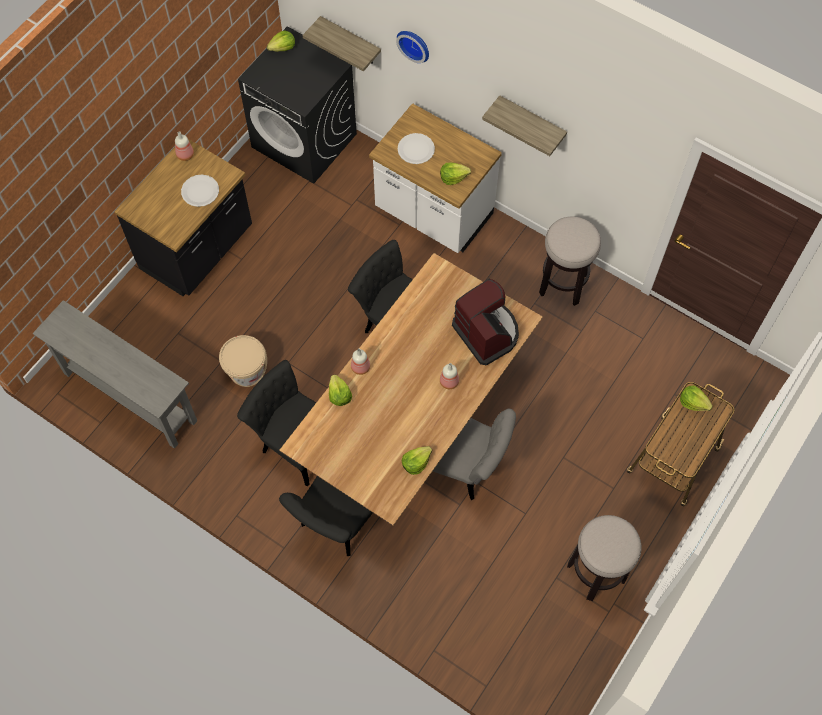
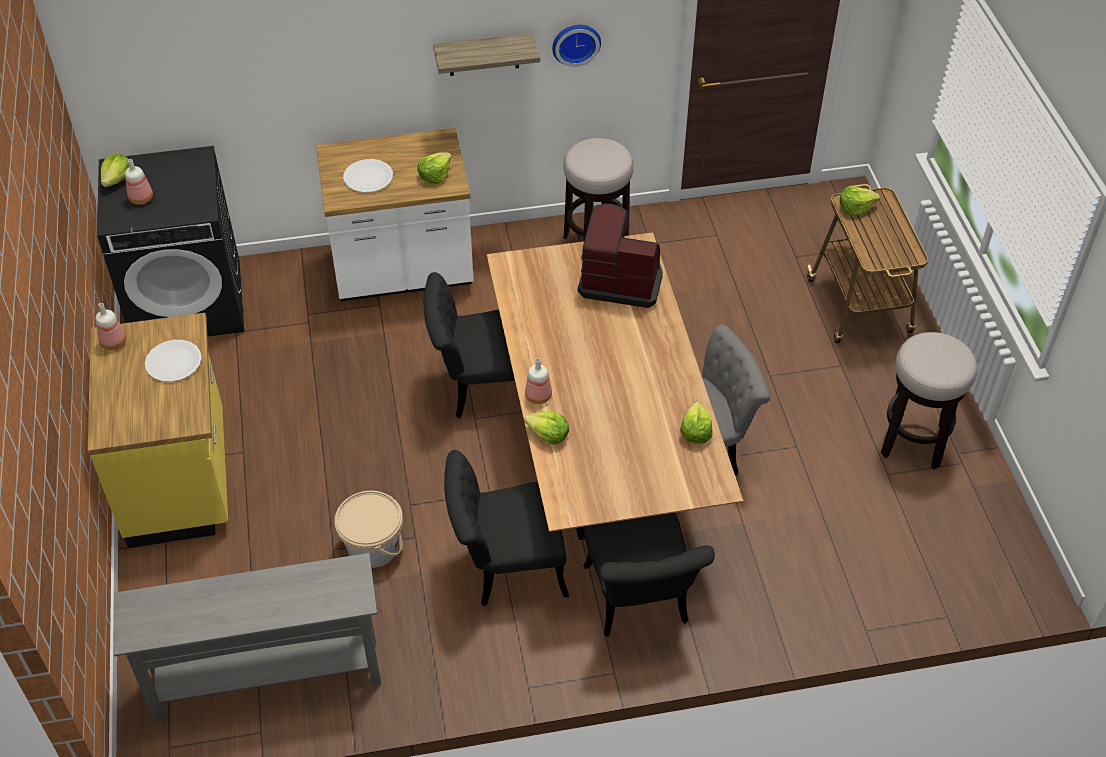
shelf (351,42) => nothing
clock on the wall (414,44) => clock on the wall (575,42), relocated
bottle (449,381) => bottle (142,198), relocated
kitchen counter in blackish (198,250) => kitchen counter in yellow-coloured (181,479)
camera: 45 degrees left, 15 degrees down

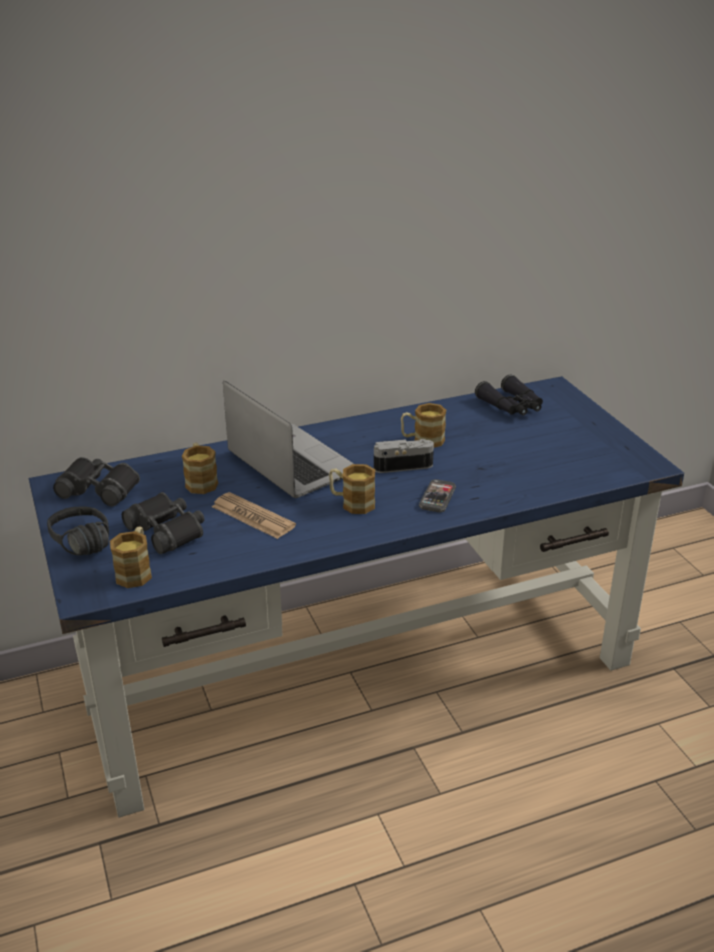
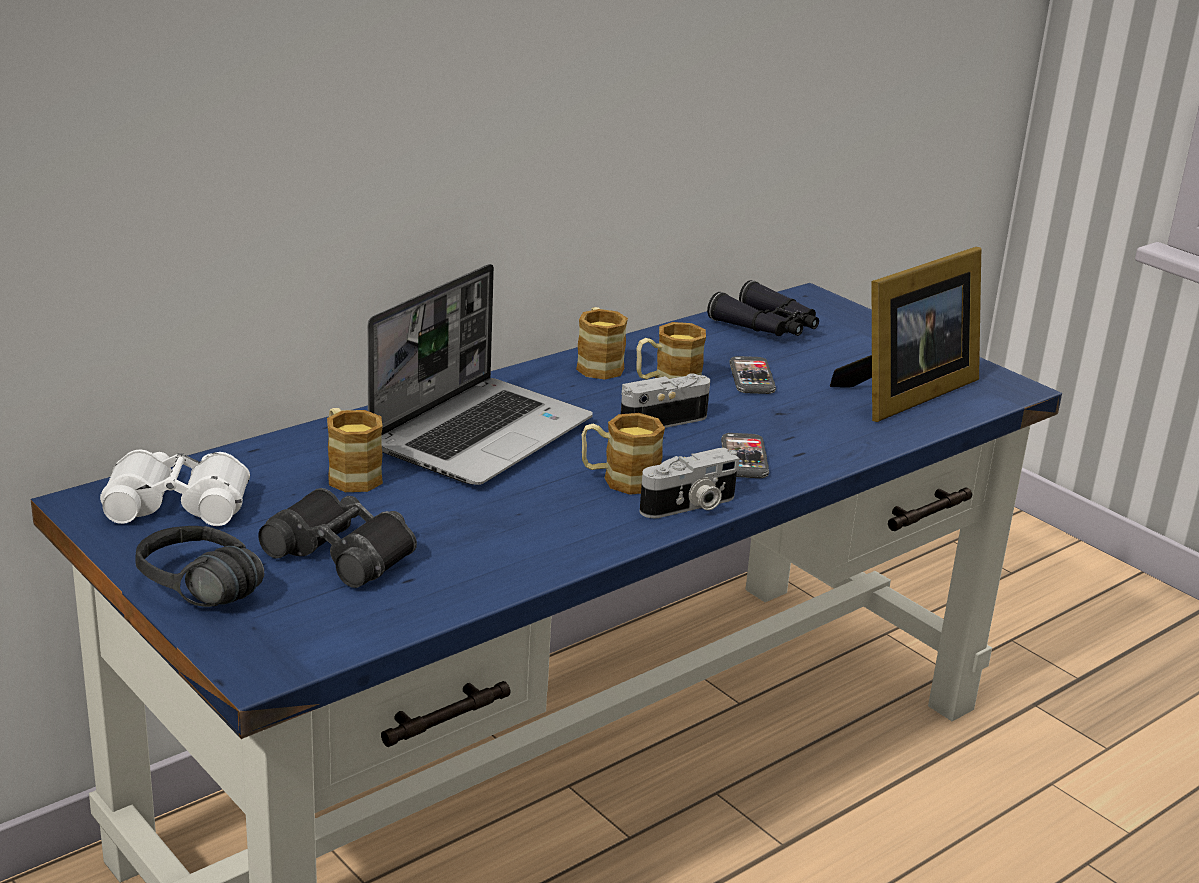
printed paper (253,516) => nothing
nothing => still camera (690,506)
nothing => telephone (752,378)
nothing => picture frame (906,394)
coffee mug (136,571) => coffee mug (598,364), relocated
binoculars in blackish (100,489) => binoculars in white (178,502)
portable computer (290,463) => portable computer (481,434), 90 degrees clockwise
camera: 20 degrees left, 5 degrees down

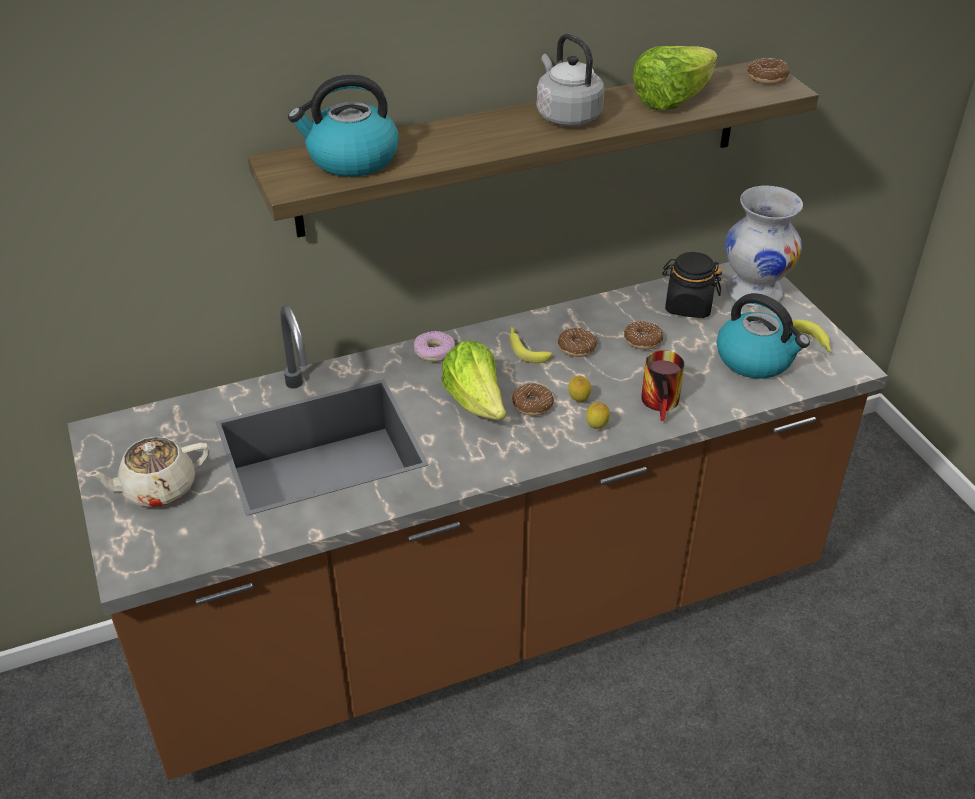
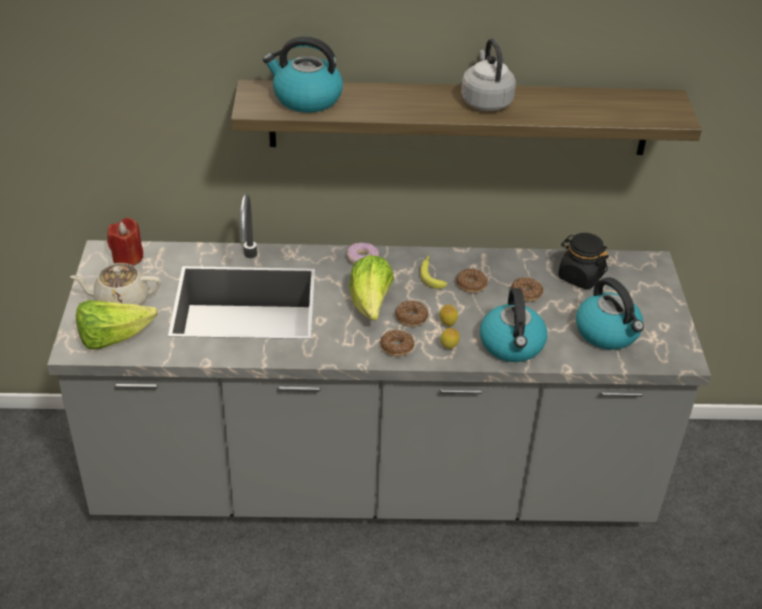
vase in white (754,292) => nothing
whole banana (810,341) => nothing
nothing => wax light in reddish (127,258)
head of lettuce (672,100) => head of lettuce (113,338), relocated
ring doughnut (767,78) => ring doughnut (397,347), relocated
coffee mug (664,403) => water kettle (512,345)
kitchen counter in brown-coloured (487,616) => kitchen counter in grey (373,480)
camera: 20 degrees right, 0 degrees up

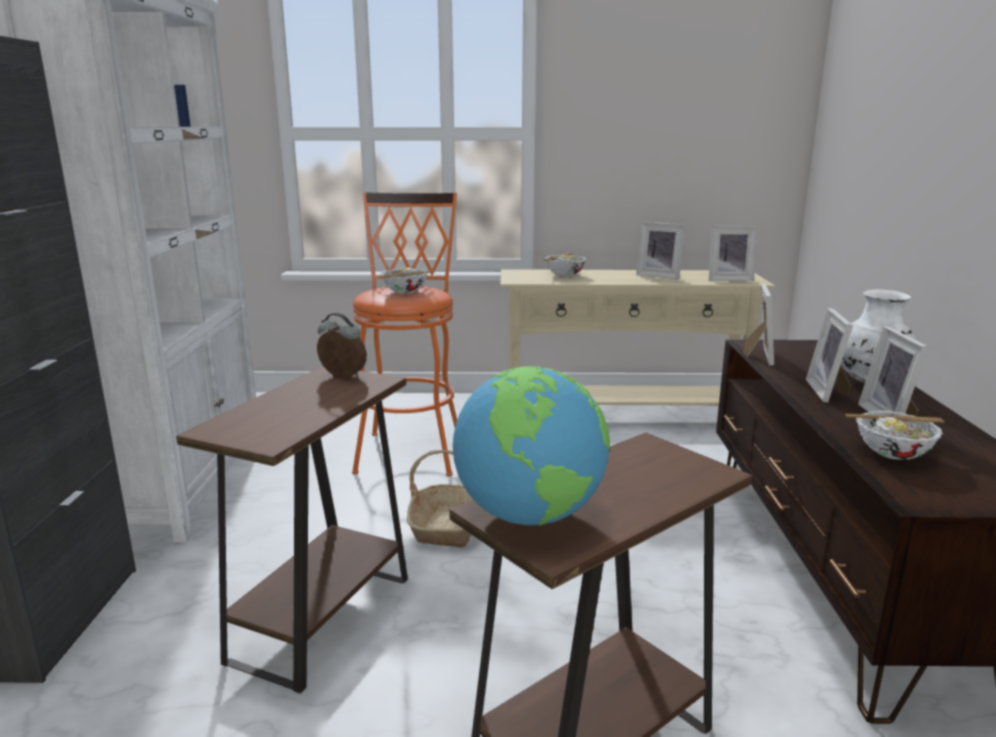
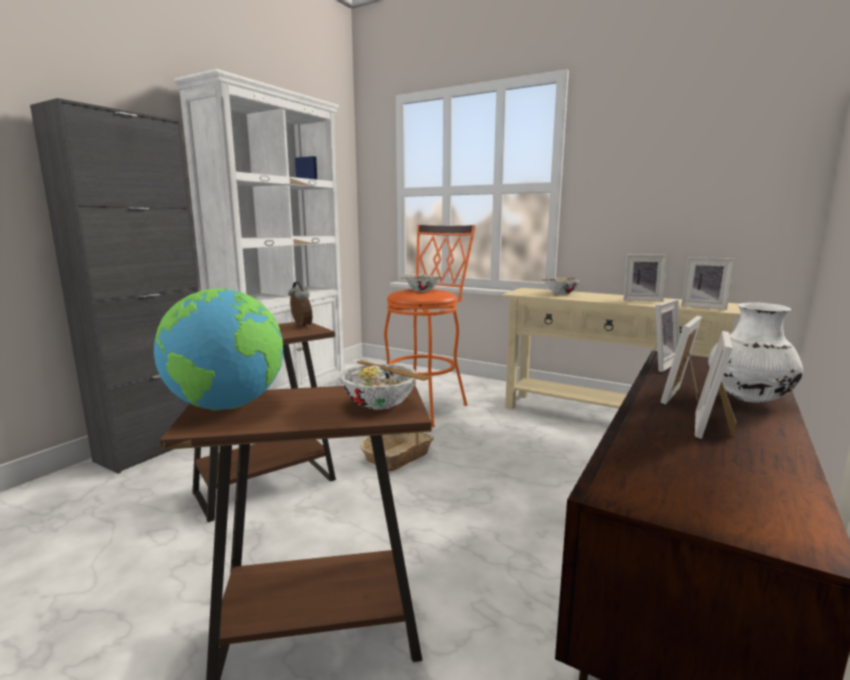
serving bowl (893,453) => serving bowl (380,404), relocated
picture frame (659,275) => picture frame (641,299), 45 degrees counterclockwise
camera: 30 degrees right, 5 degrees down

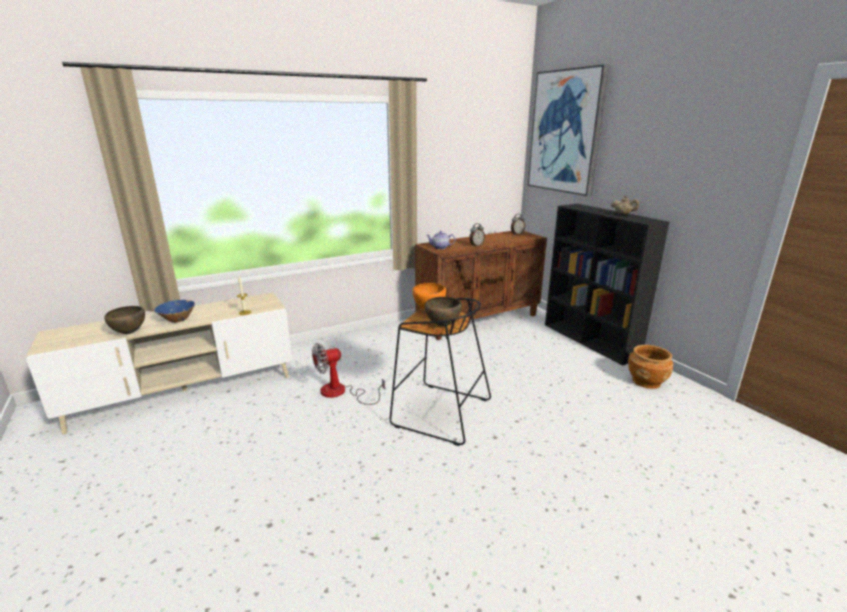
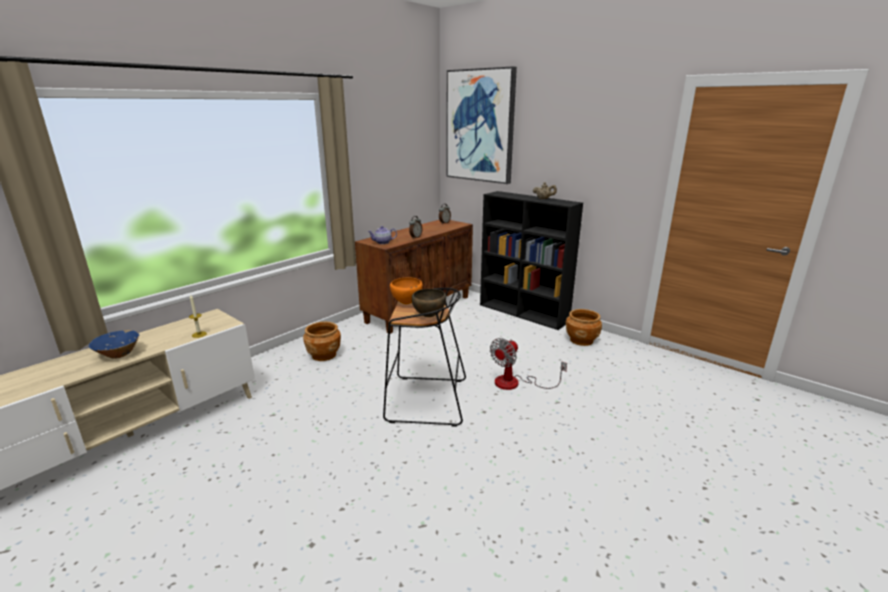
serving bowl in brown-coloured (129,333) => nothing
nothing => planter in brown-coloured (324,355)
electric fan (341,393) => electric fan (516,383), relocated
camera: 20 degrees left, 0 degrees up

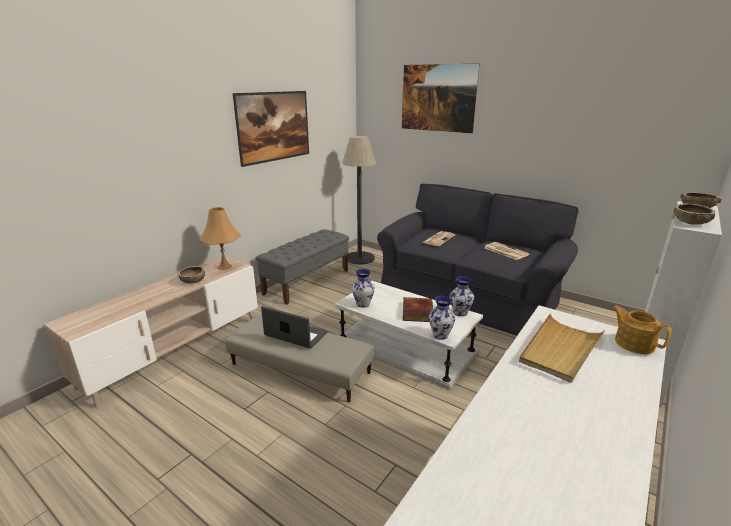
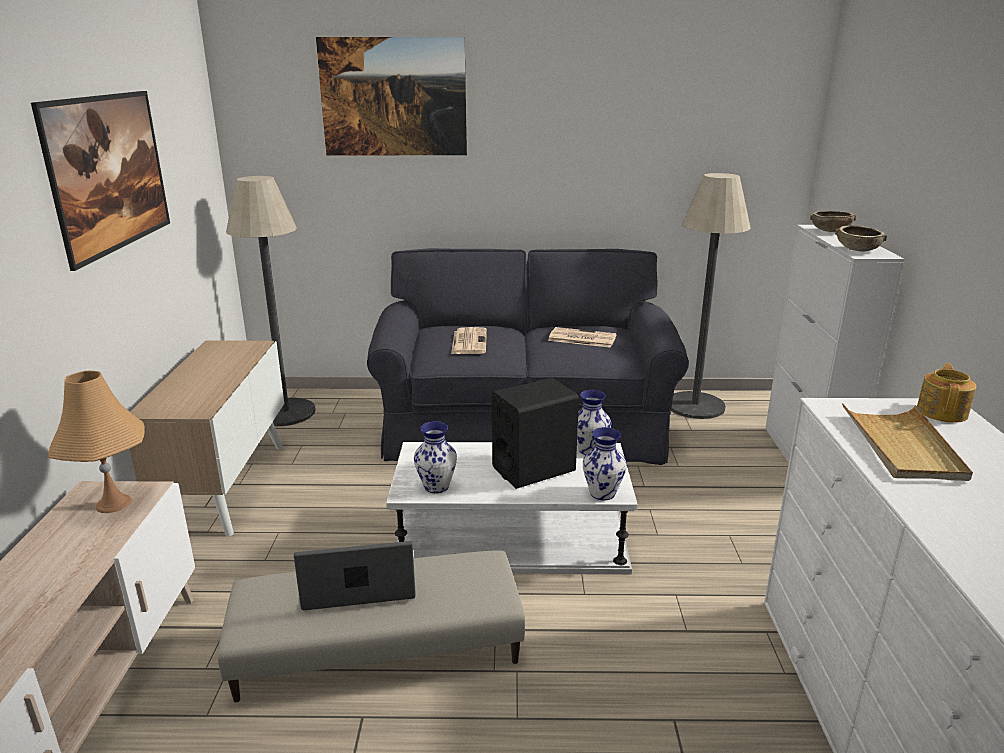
serving bowl in brown-coloured (193,281) => nothing
nothing => floor lamp (695,405)
bench in grey (307,282) => cabinet (226,486)
book (418,312) => loudspeaker in blackish (534,469)
tea pot (633,343) => tea pot (942,412), 90 degrees clockwise
camera: 35 degrees left, 0 degrees up

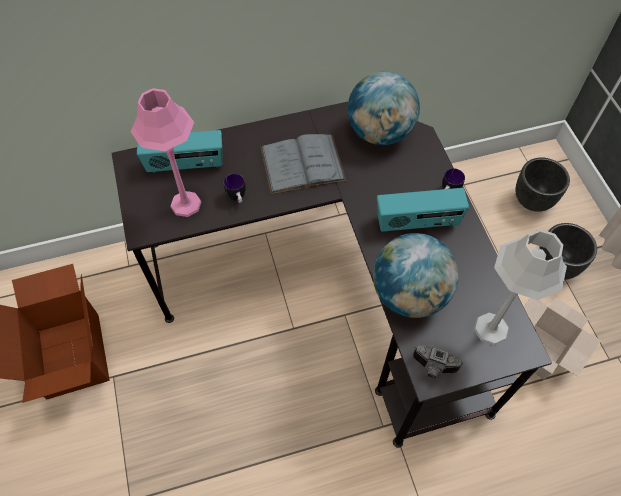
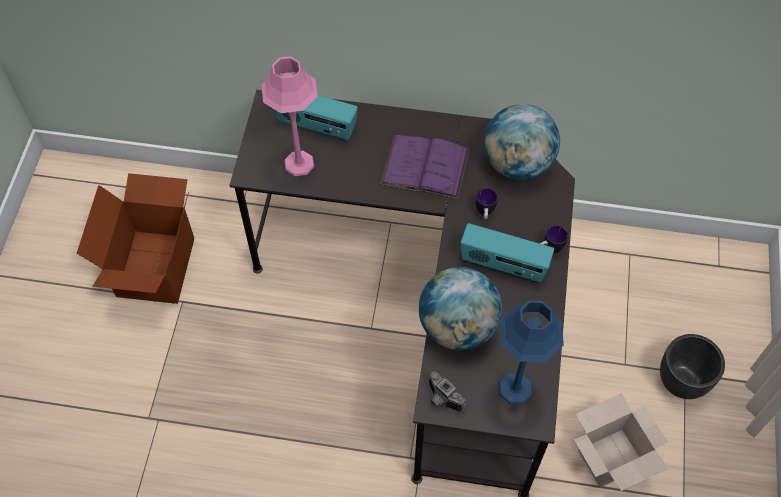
planter in blackish (532,201) => nothing
coffee mug (237,199) => coffee mug (484,214), relocated
book in grey (302,164) => book in purplish (425,166)
lamp for a table in grey (491,328) => lamp for a table in blue (515,388)
camera: 25 degrees right, 0 degrees up

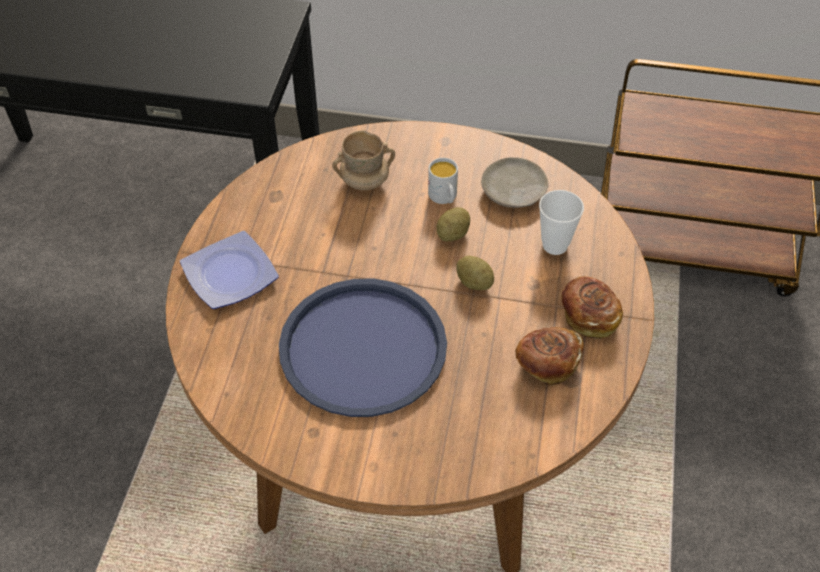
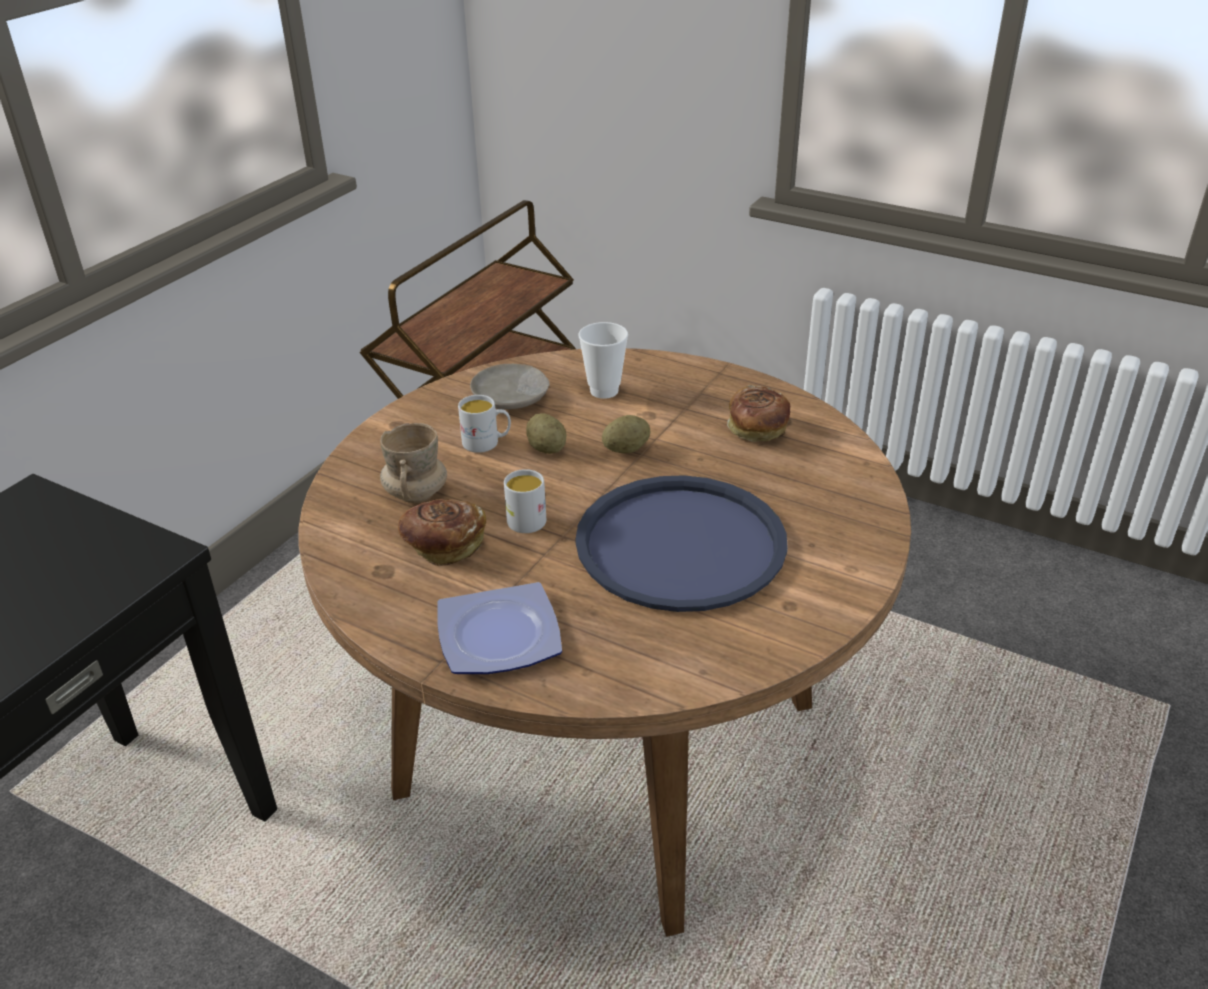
nothing => coffee mug in white (524,517)
baked bread (588,316) => baked bread (443,546), relocated
camera: 70 degrees left, 15 degrees down

